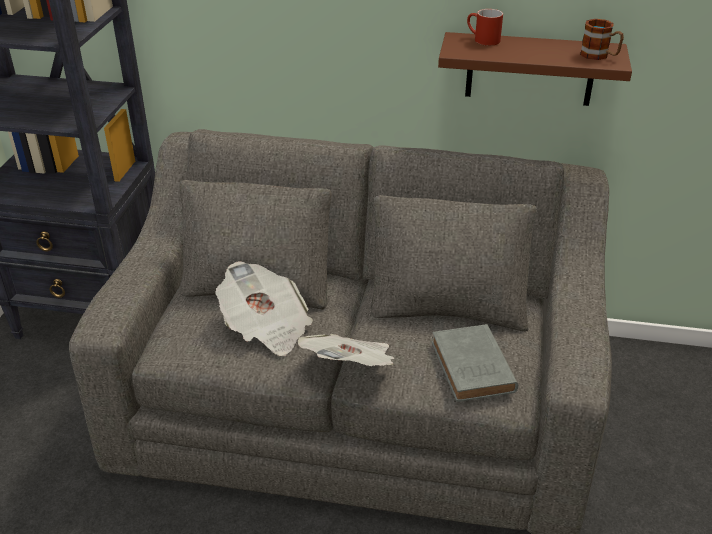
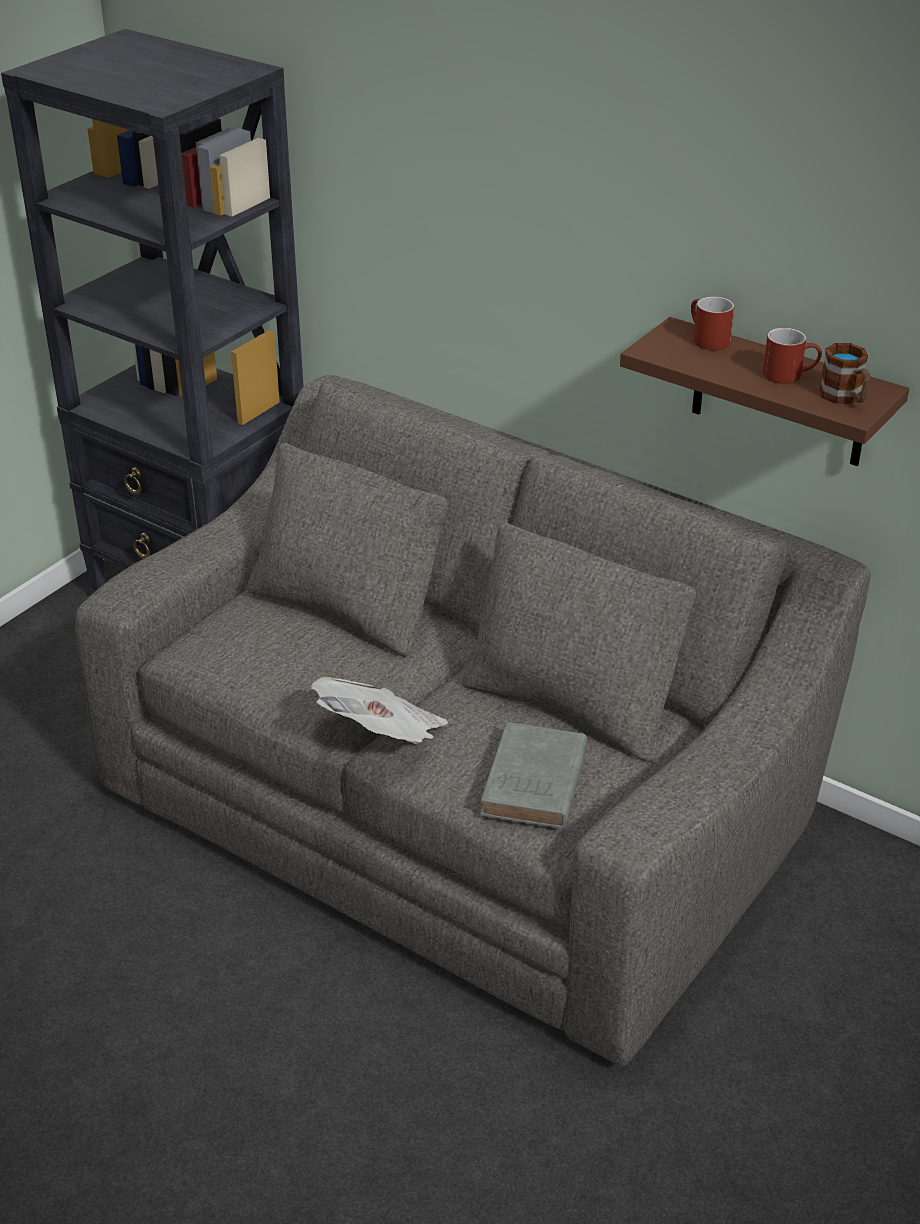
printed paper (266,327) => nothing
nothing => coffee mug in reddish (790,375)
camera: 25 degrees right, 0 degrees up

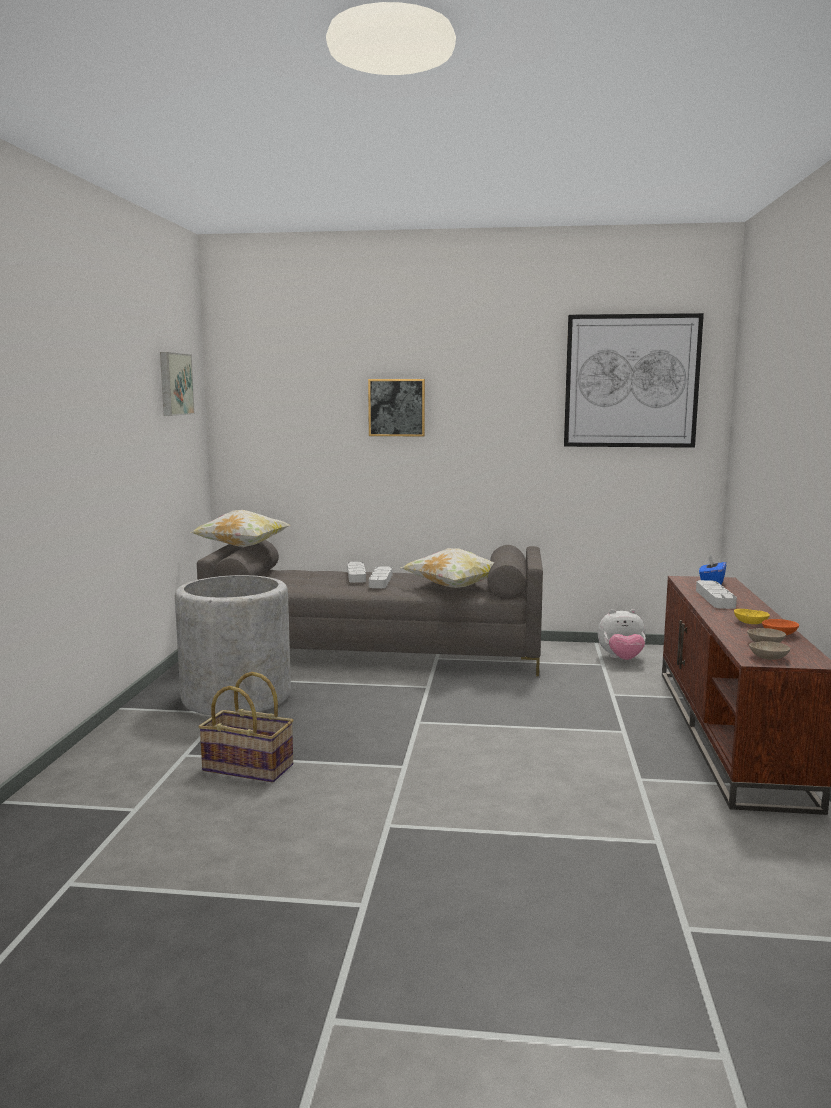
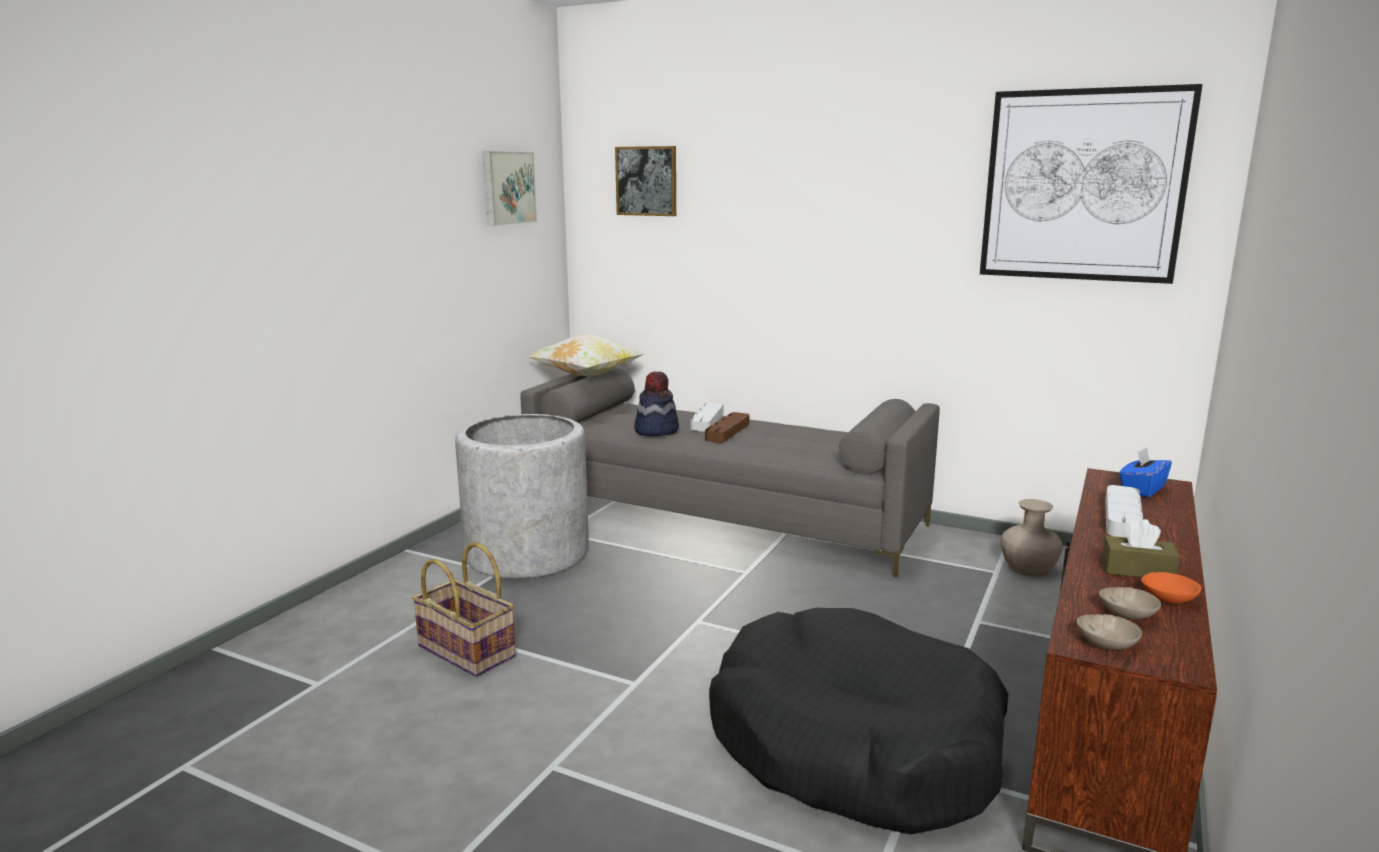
throw pillow (454,587) => nothing
nothing => wearable hat (656,430)
nothing => dog bed in blackish (853,744)
wall art (396,407) => wall art (646,181), relocated
cuddly toy (621,659) => vase in beige (1028,567)
serving bowl in yellow-coloured (750,623) => box of tissues in brown-coloured (1137,570)
carrying tray in grey (380,581) => carrying tray in brown-coloured (727,431)
camera: 20 degrees right, 5 degrees up

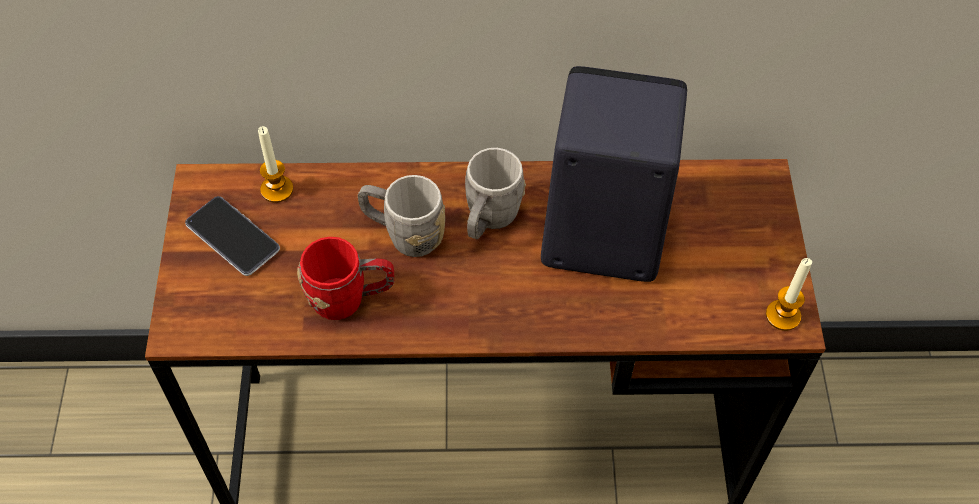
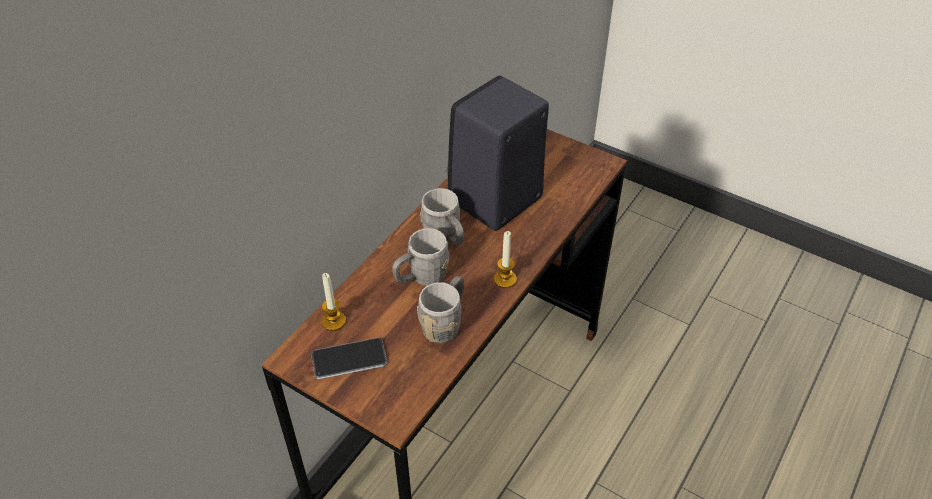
wax light (783,315) => wax light (505,279), relocated
coffee mug in reddish (350,298) => coffee mug in grey (445,323)
camera: 55 degrees left, 10 degrees down

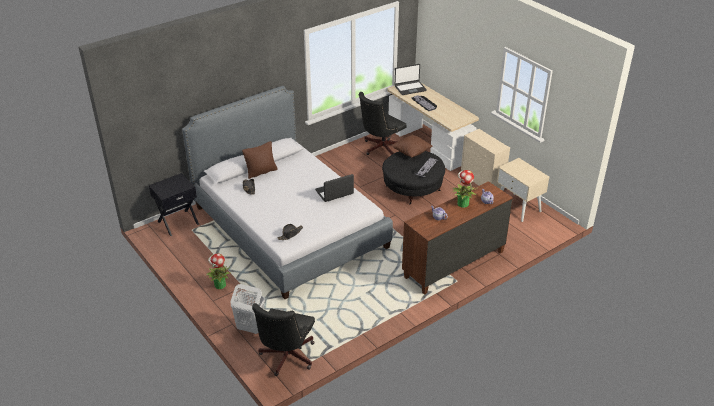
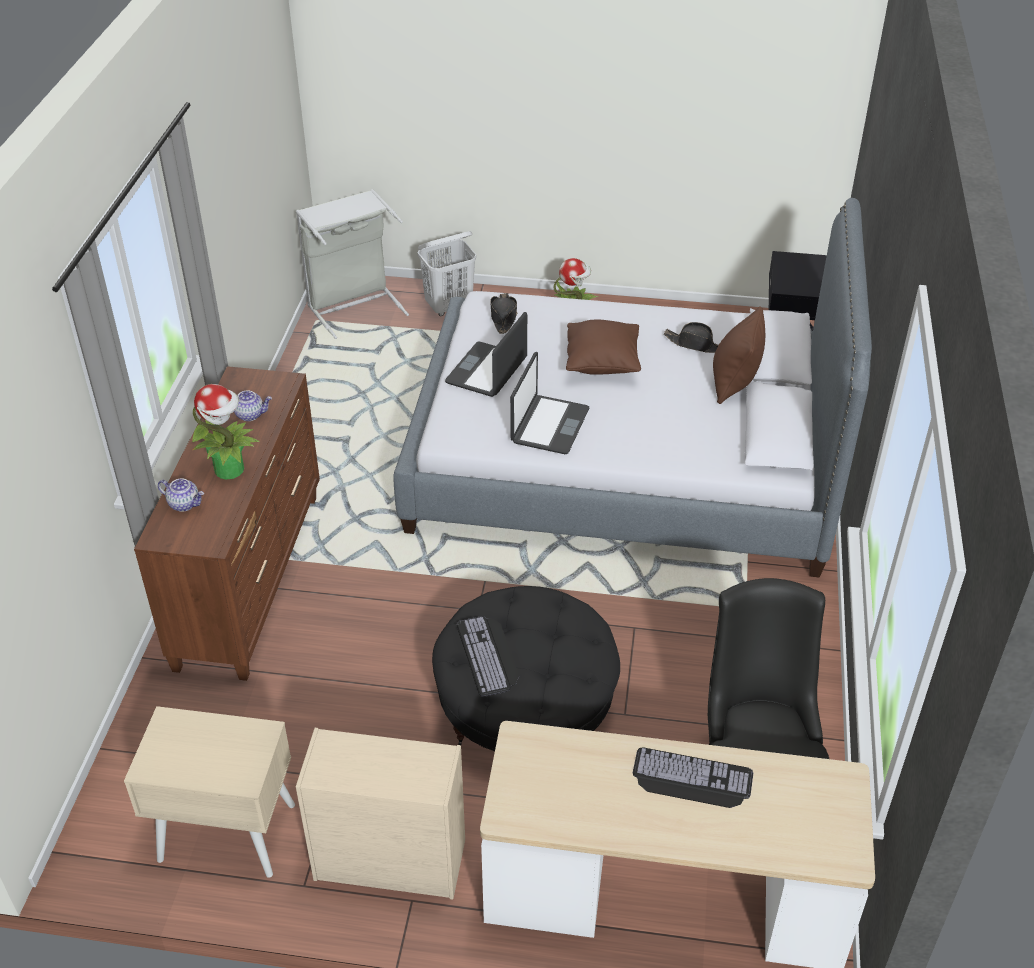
throw pillow in brown-coloured (411,152) => throw pillow in brown-coloured (602,364), relocated
portable computer (410,88) => portable computer (487,371), relocated
office chair in blackish (286,358) => hamper in grey (354,306)
camera: 135 degrees right, 5 degrees up

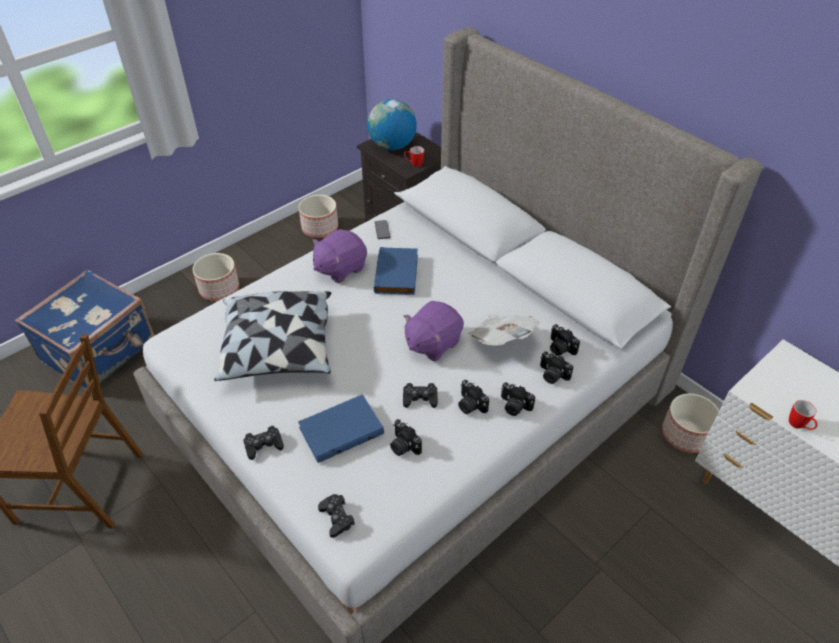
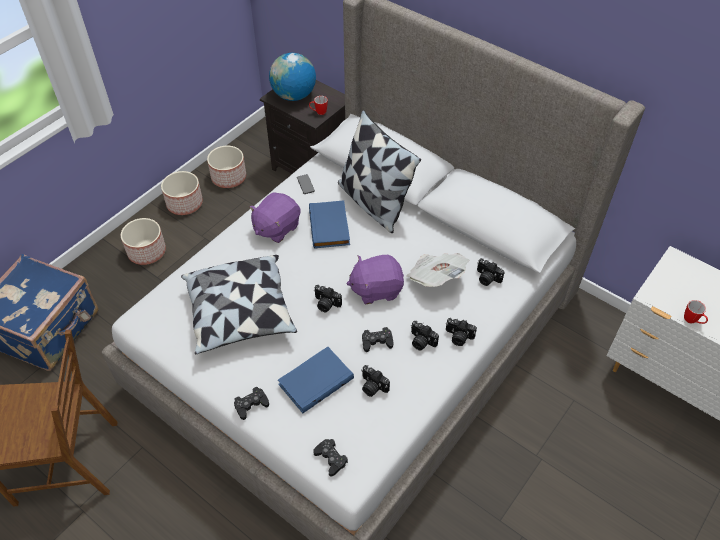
nothing => throw pillow (373,202)
still camera (552,375) => still camera (326,304), relocated
planter (685,434) => planter (185,203), relocated
cuddly toy in purplish (432,343) => cuddly toy in purplish (376,289), 45 degrees clockwise
camera: 10 degrees left, 5 degrees up

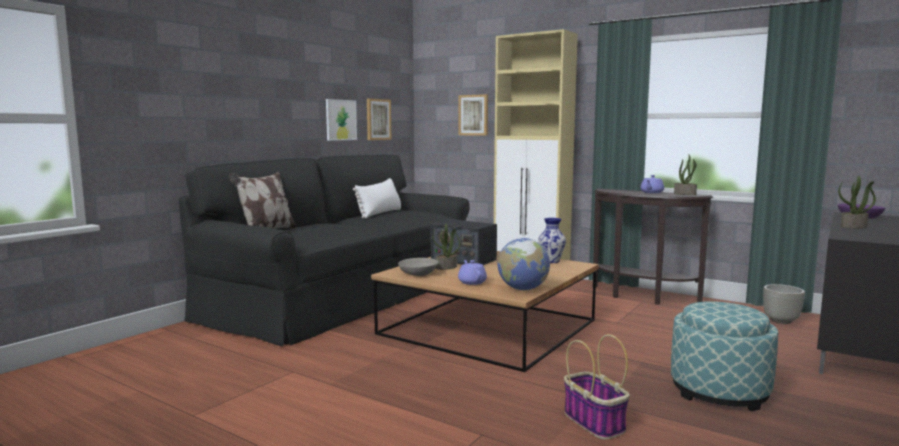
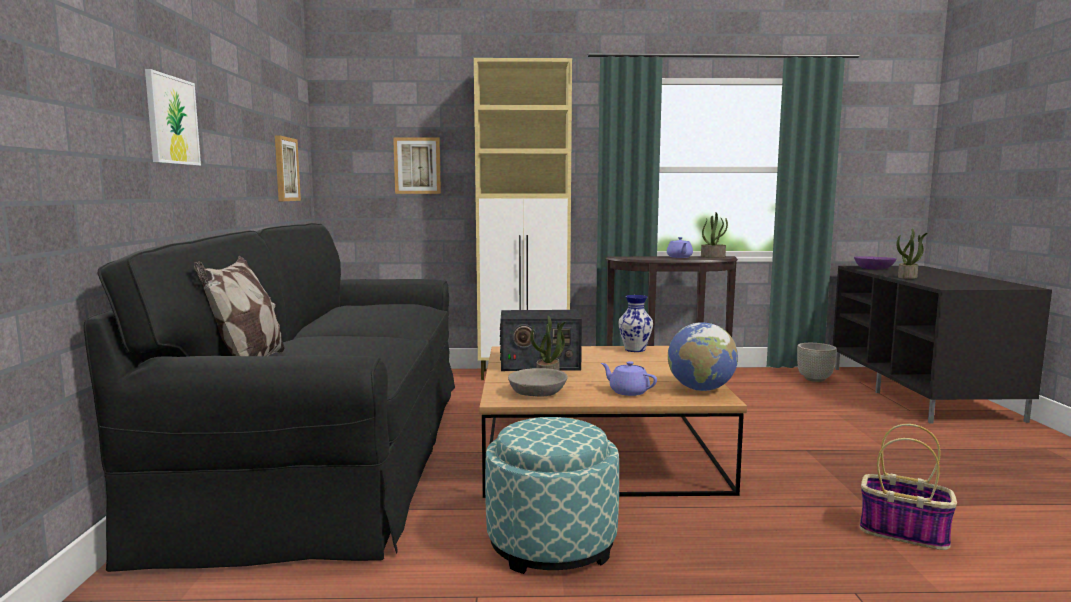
throw pillow in white (380,213) => nothing
wall art (341,120) => wall art (172,120), relocated
footrest (719,391) => footrest (551,543), relocated
camera: 35 degrees left, 0 degrees up

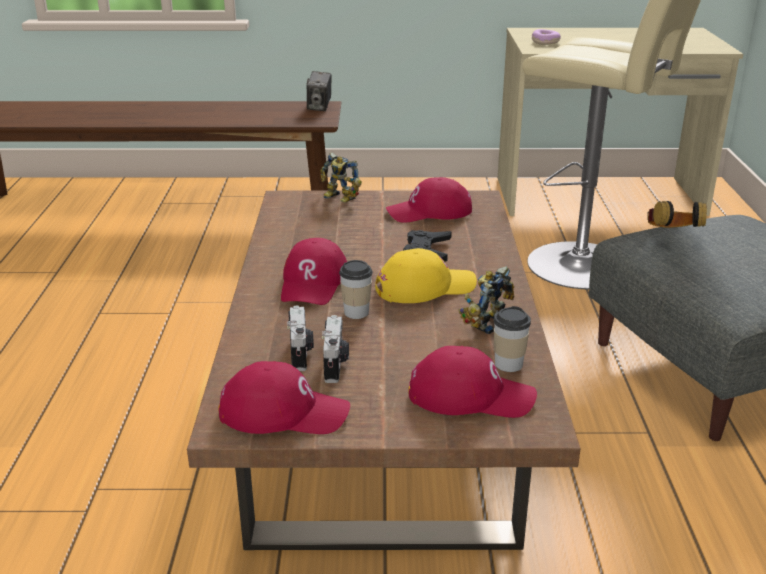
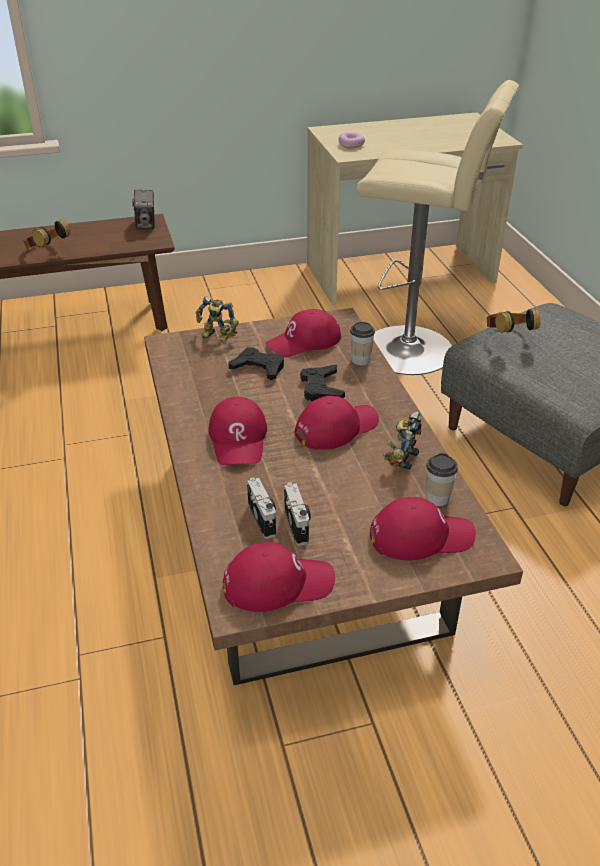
nothing => headset (47,252)
nothing => game controller in blackish (258,368)
drinking cup (356,312) => drinking cup (360,360), relocated
peaked cap in yellow-coloured (425,287) => peaked cap in reddish (336,427)
camera: 15 degrees left, 10 degrees up

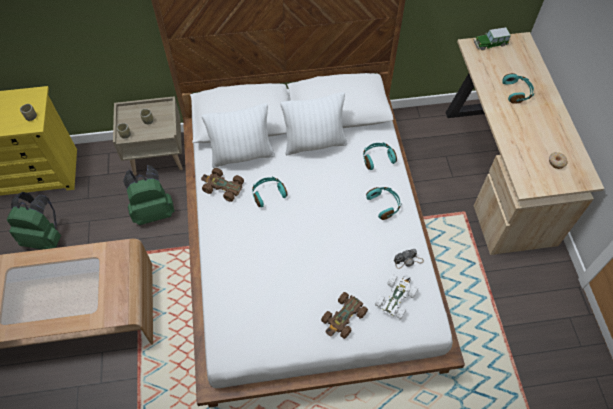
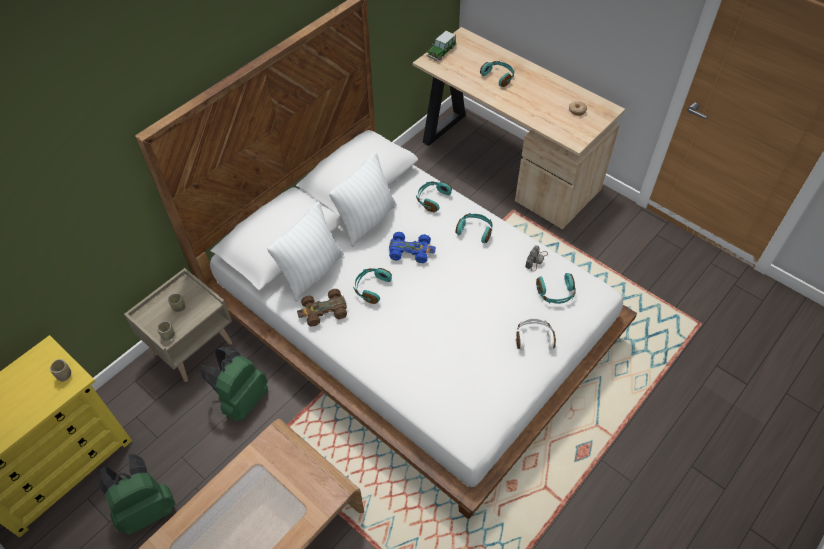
nothing => toy car in blue (411,251)
toy car in brown-coloured (343,318) => headset in white (533,338)
toy car in white (396,298) => headset in blue-green (556,293)
camera: 40 degrees left, 5 degrees down

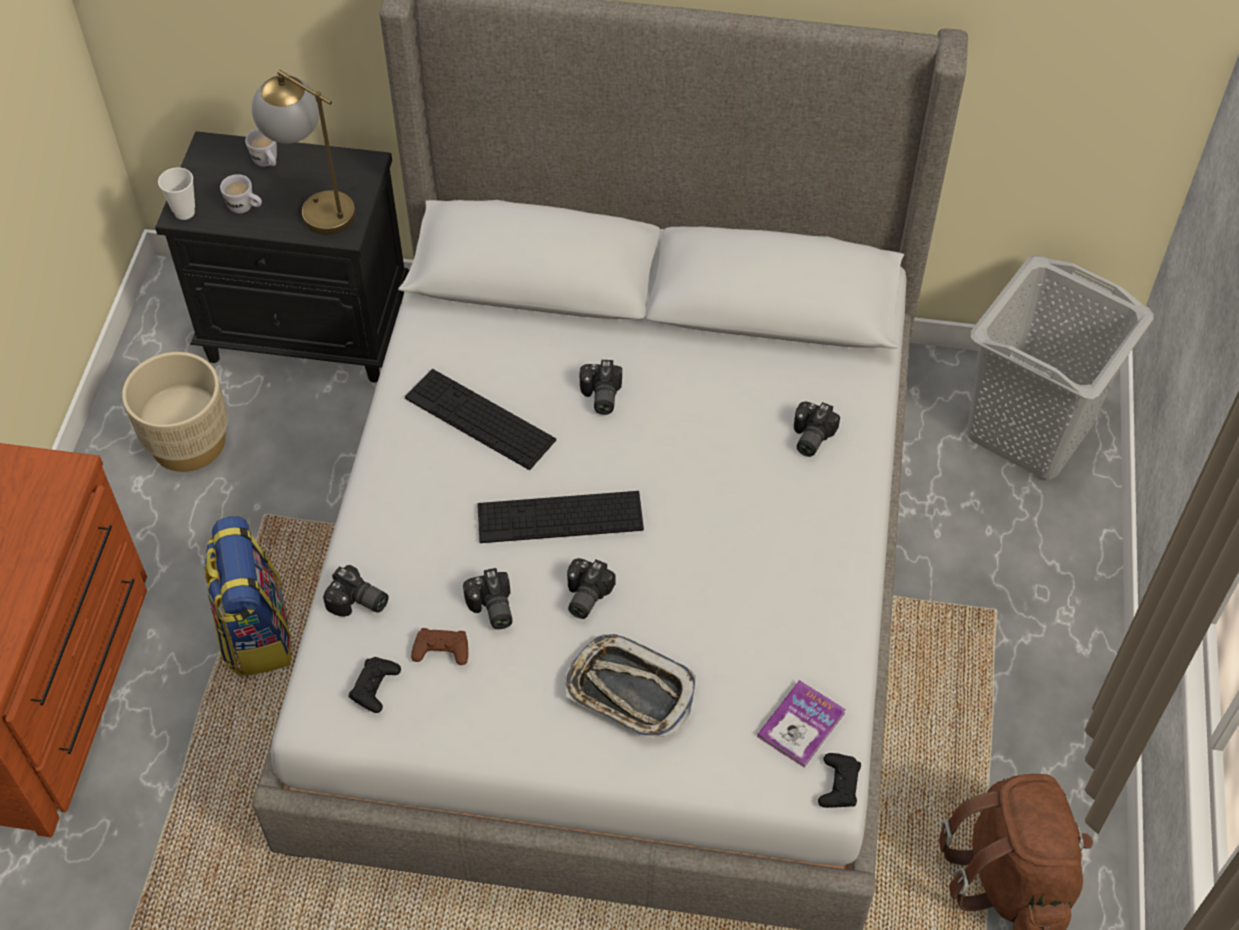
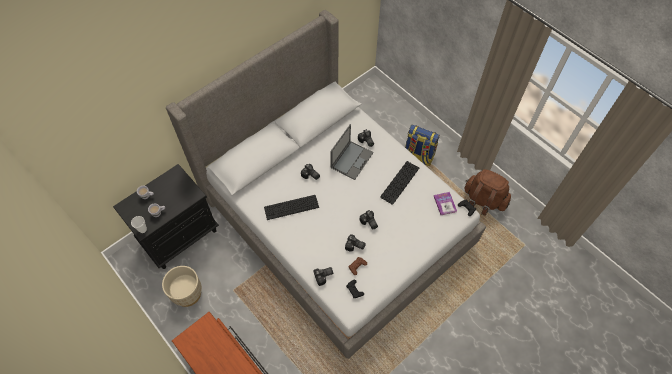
lamp for a table (314,207) => nothing
carrying tray (629,691) => nothing
hamper in grey (1030,429) => nothing
nothing => portable computer (352,159)
knapsack (255,632) => knapsack (418,156), relocated
computer keyboard (560,517) => computer keyboard (399,182), relocated
camera: 50 degrees left, 5 degrees up

